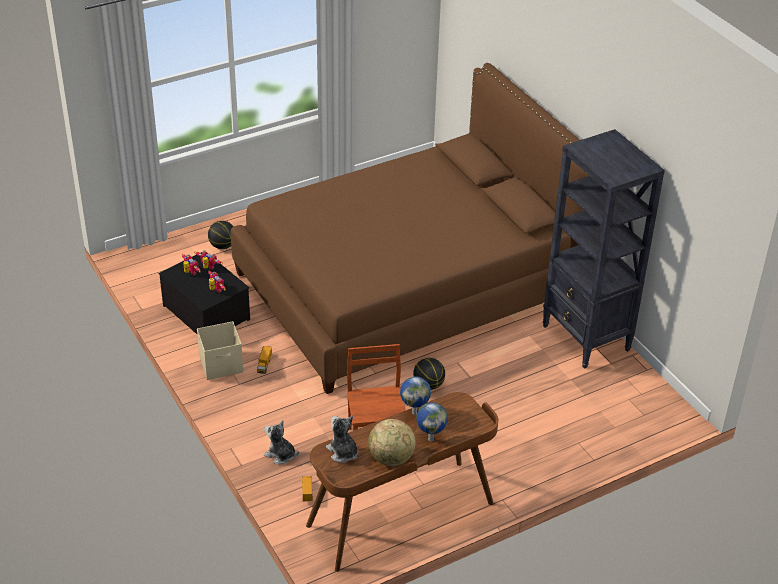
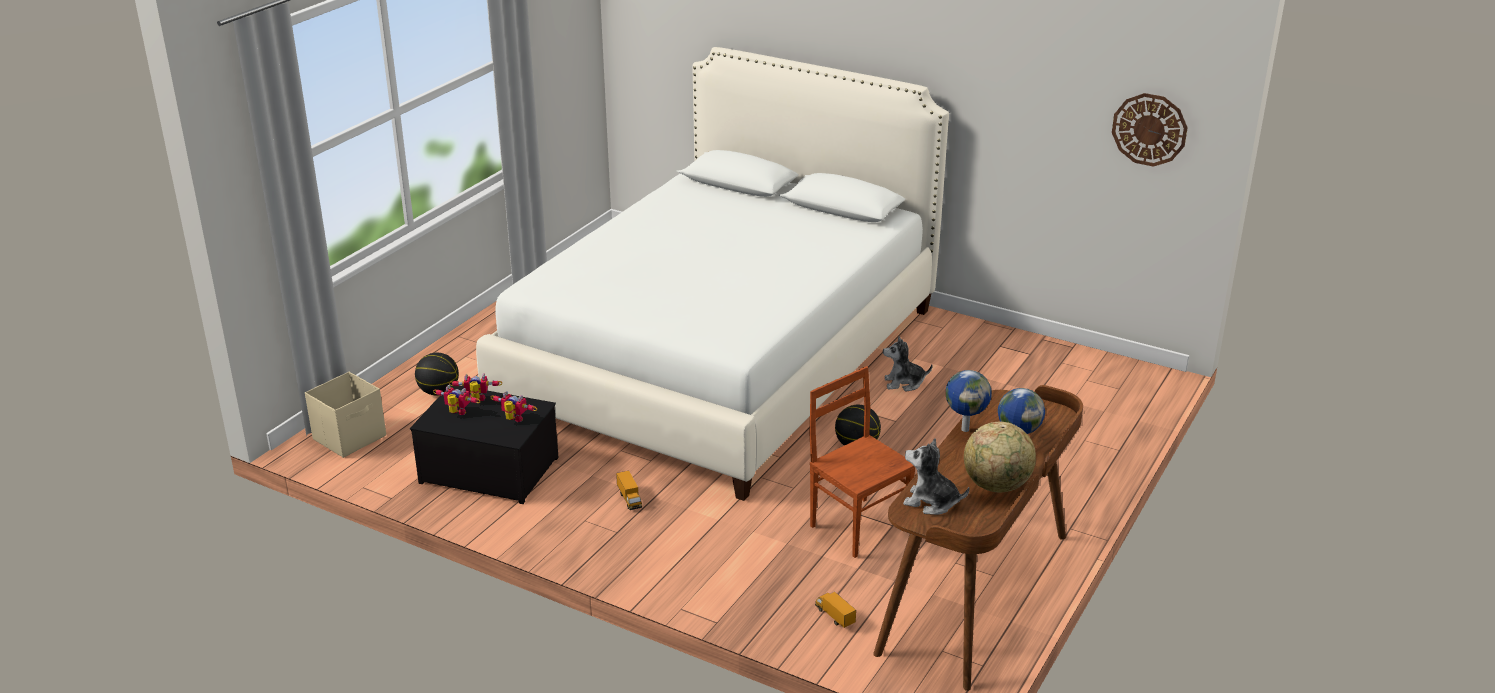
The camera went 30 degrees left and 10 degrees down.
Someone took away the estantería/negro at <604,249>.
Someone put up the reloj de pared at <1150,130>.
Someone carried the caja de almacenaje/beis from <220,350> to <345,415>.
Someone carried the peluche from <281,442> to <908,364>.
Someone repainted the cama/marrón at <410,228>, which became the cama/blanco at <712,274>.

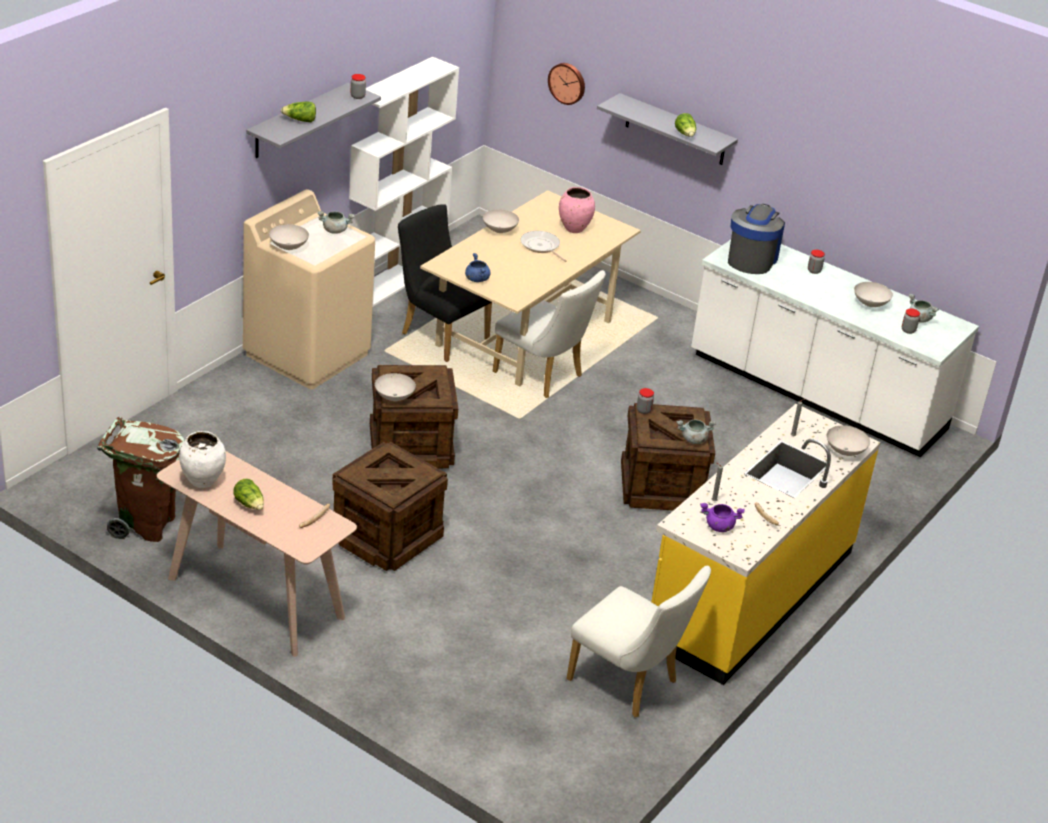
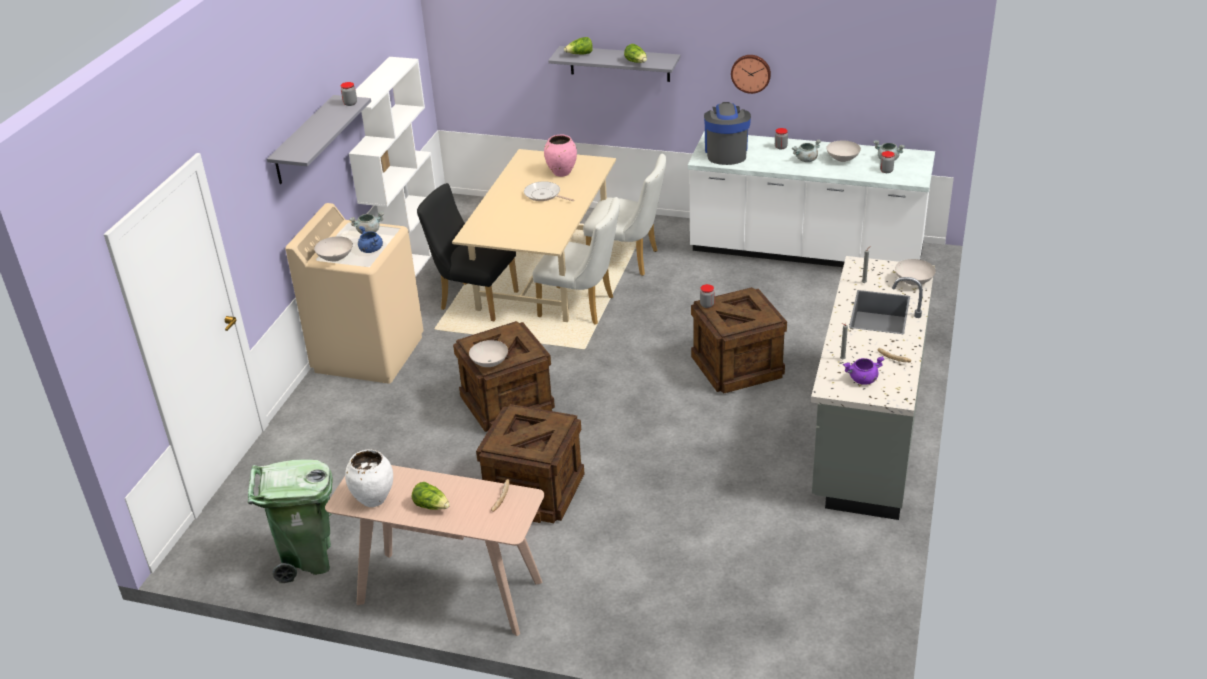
The camera went 15 degrees left and 0 degrees up.
Someone took away the cuenco/blanco at <501,221>.
Someone carried the lechuga from <298,112> to <578,46>.
Someone carried the olla/azul from <477,267> to <370,239>.
Someone carried the reloj de pared from <566,84> to <751,74>.
Someone carried the silla/blanco from <638,641> to <624,215>.
Someone carried the olla/gris from <696,431> to <806,150>.
Someone repainted the papelera/marrón at <141,479>, which became the papelera/verde at <290,521>.
Someone repainted the mueble bajo de cocina/amarillo at <766,544>, which became the mueble bajo de cocina/gris at <873,388>.

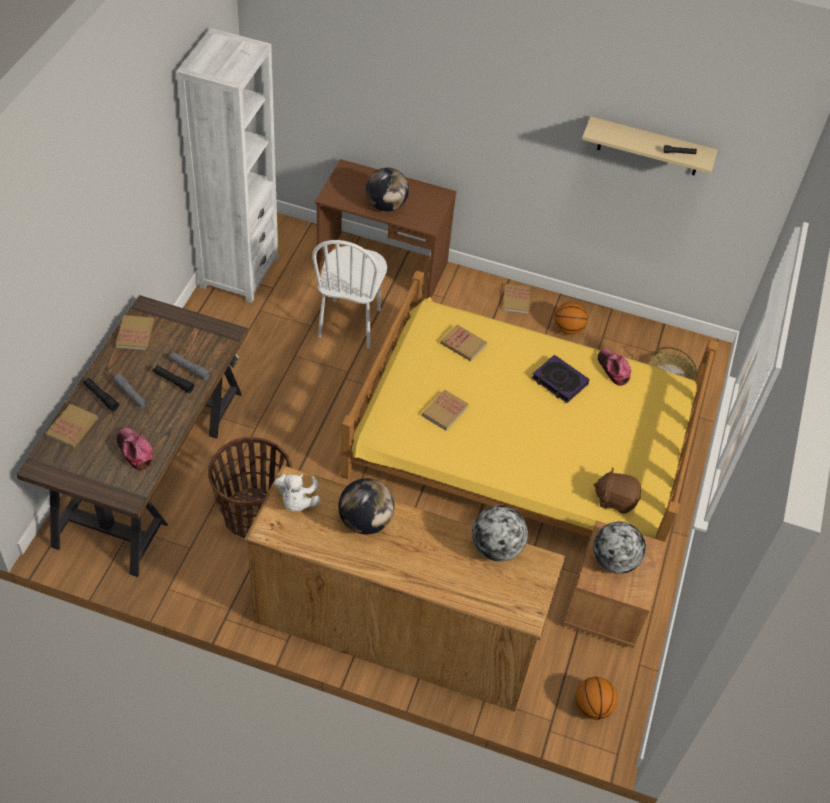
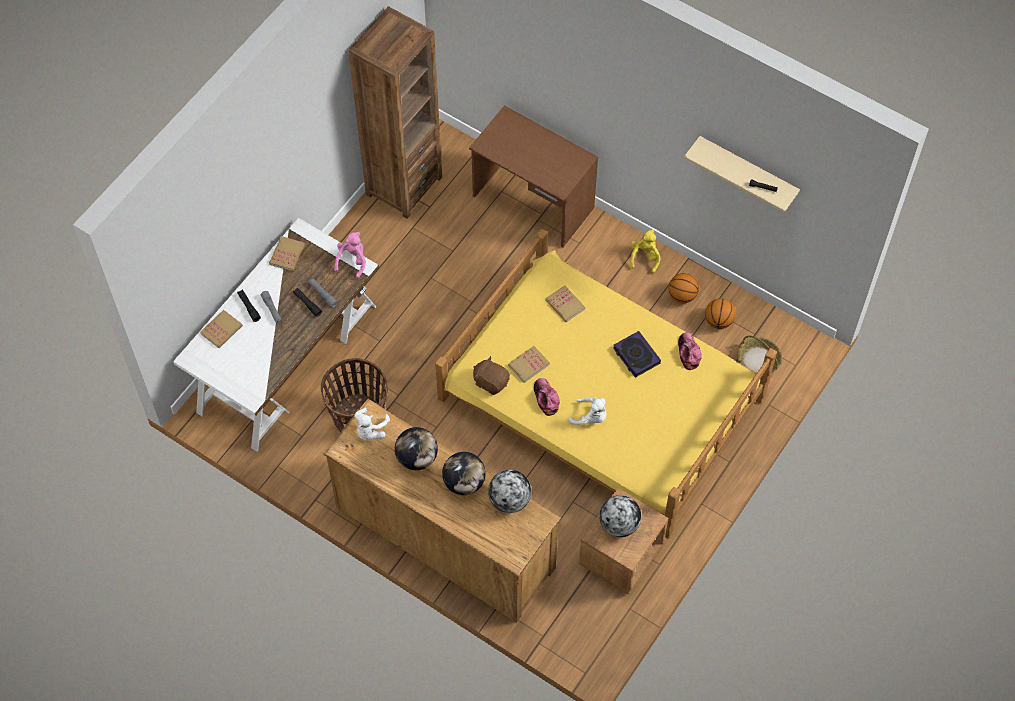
The camera went 20 degrees right and 10 degrees up.
Someone took away the silla/blanco at <349,294>.
Someone put down the peluche/rosa at <350,255>.
Someone put down the peluche/blanco at <587,411>.
Someone carried the gorra from <135,449> to <547,397>.
Someone carried the globo terráqueo from <387,189> to <464,473>.
Someone carried the balón de baloncesto from <596,698> to <720,314>.
Someone carried the peluche/marrón from <617,490> to <491,375>.
Someone swapped the libro at <517,299> for the peluche/amarillo at <645,252>.
Someone repainted the escritorio/marrón at <132,436>, which became the escritorio/blanco at <276,334>.
Someone repainted the estantería/blanco at <227,165>, which became the estantería/marrón at <395,112>.

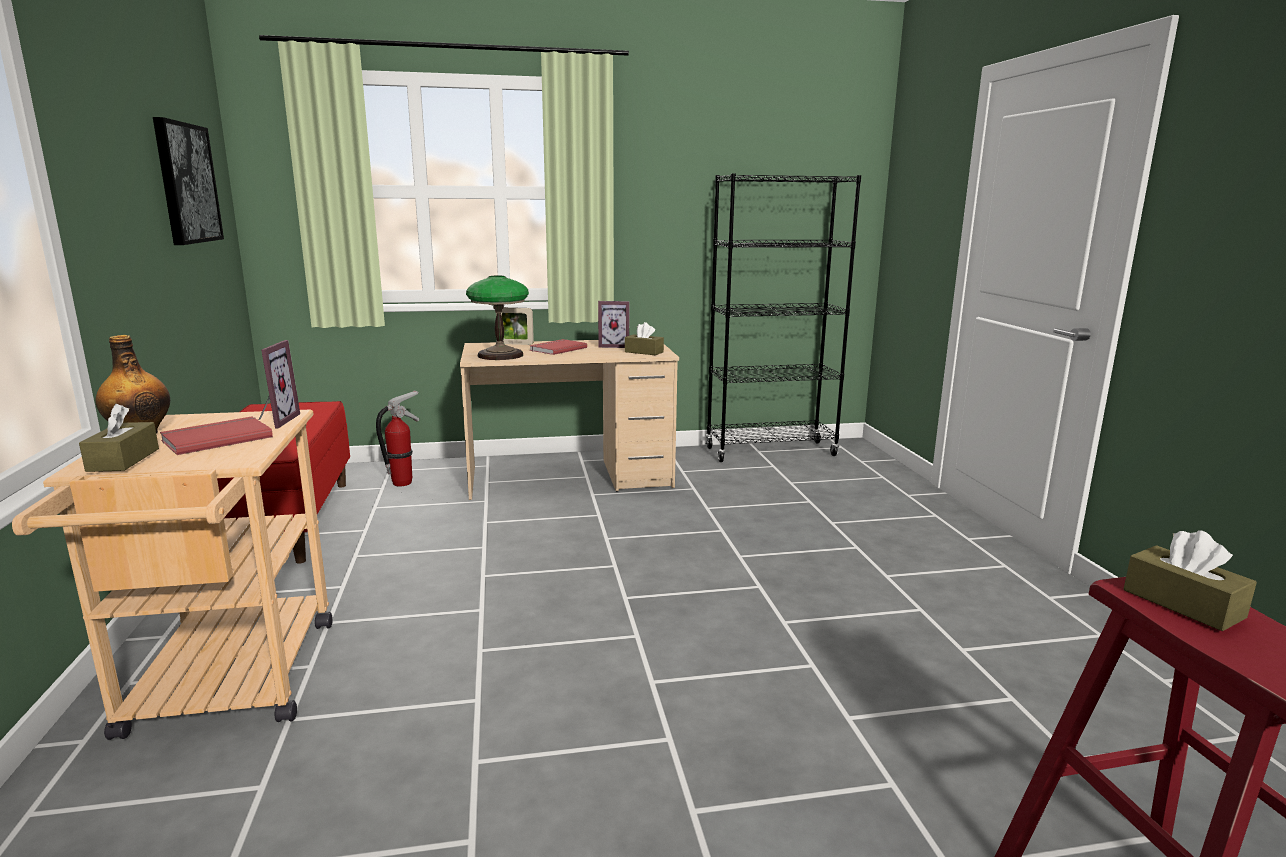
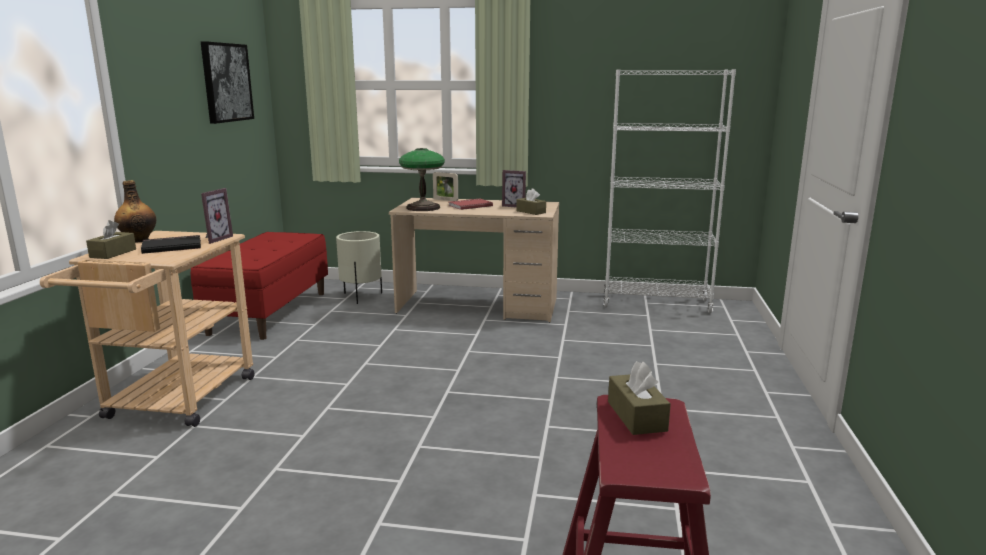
The camera went 20 degrees right and 0 degrees up.
Someone swapped the extintor at <397,438> for the maceta/beis at <359,267>.
Someone repainted the libro/rojo at <216,435>, which became the libro/negro at <171,244>.
Someone repainted the estantería/negro at <783,317>, which became the estantería/blanco at <669,191>.

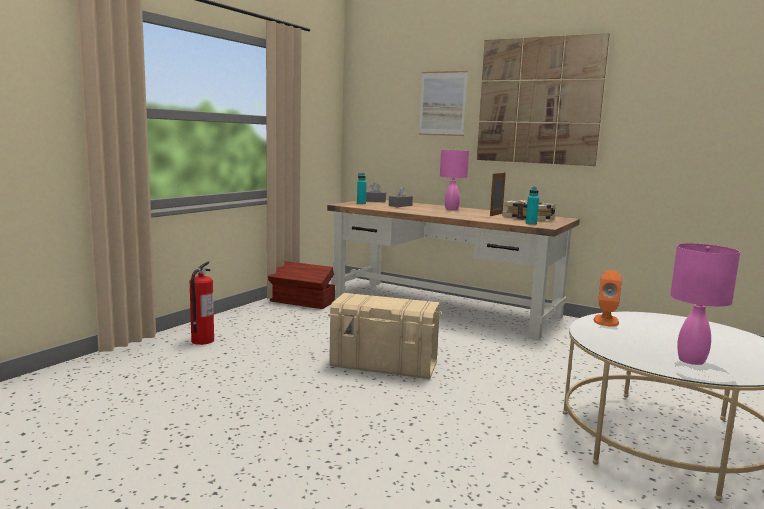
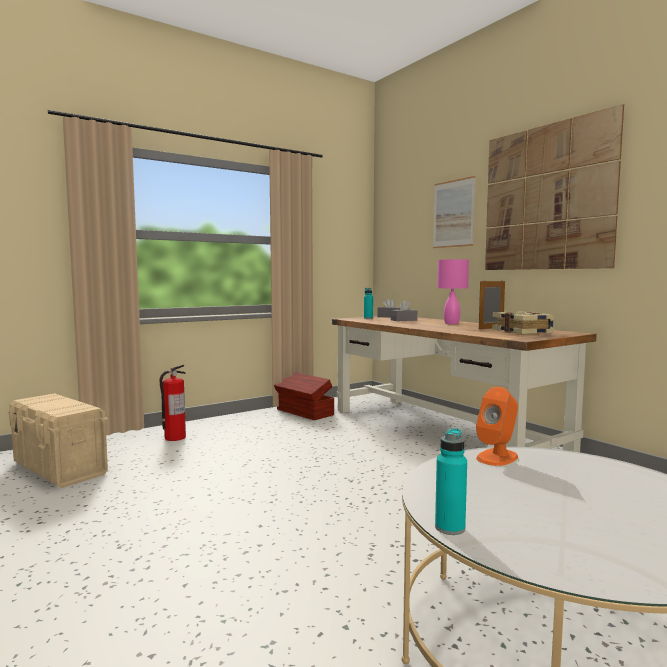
The camera went 25 degrees right and 5 degrees down.
Someone took away the lámpara de mesa/rosa at <705,304>.
Someone carried the caja de almacenaje/beis from <385,336> to <57,440>.
Someone carried the botella/turquesa from <532,206> to <451,481>.

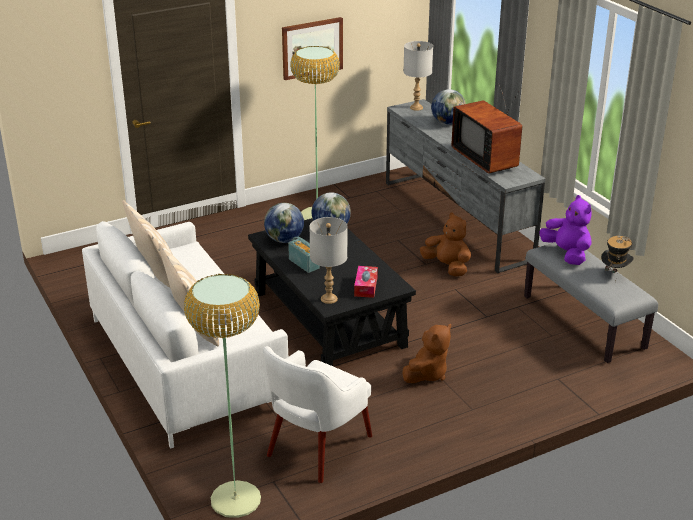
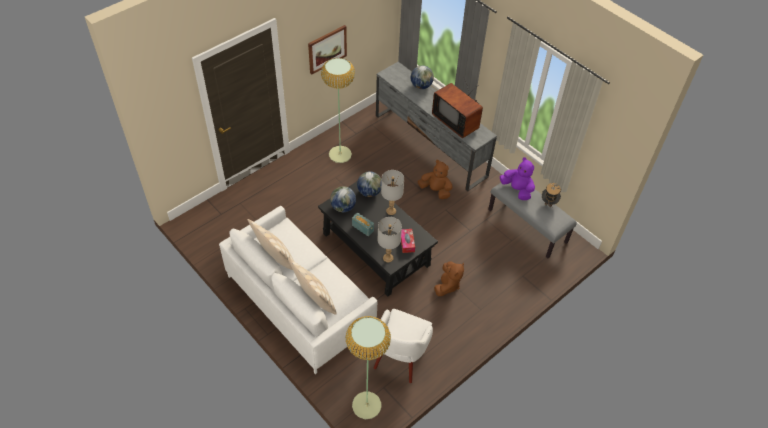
The camera went 15 degrees left and 20 degrees up.
Someone carried the lámpara de mesa/gris from <418,76> to <392,192>.

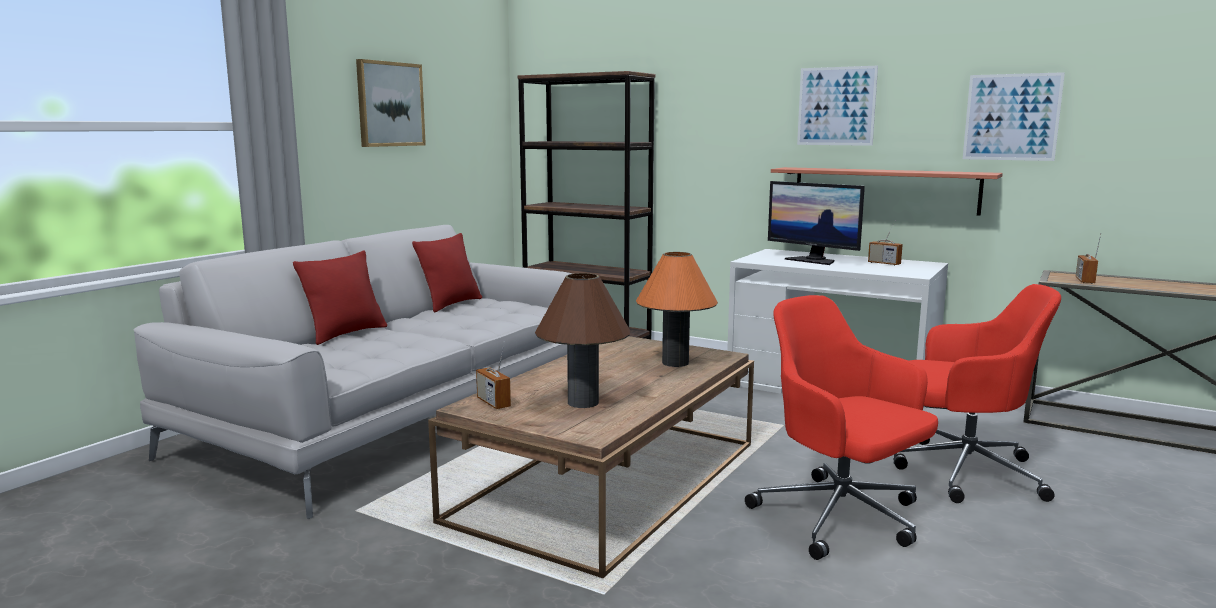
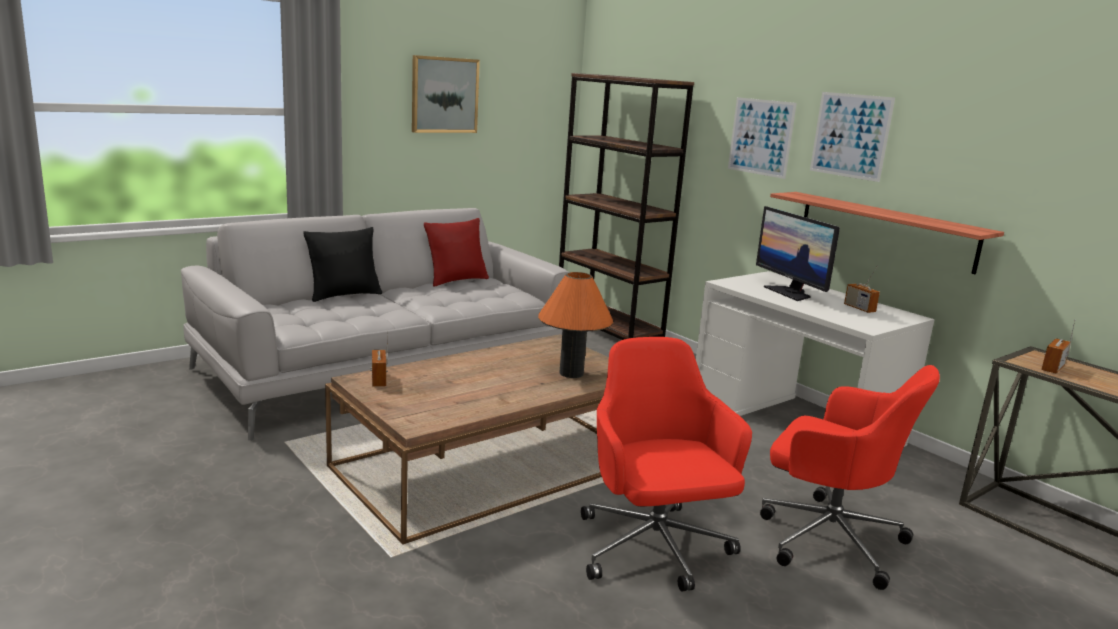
The camera went 20 degrees right and 5 degrees up.
Someone took away the lámpara de mesa/marrón at <582,340>.
Someone carried the cuadro from <1014,116> to <762,138>.
Someone repainted the cojín/rojo at <340,297>, which became the cojín/negro at <343,264>.

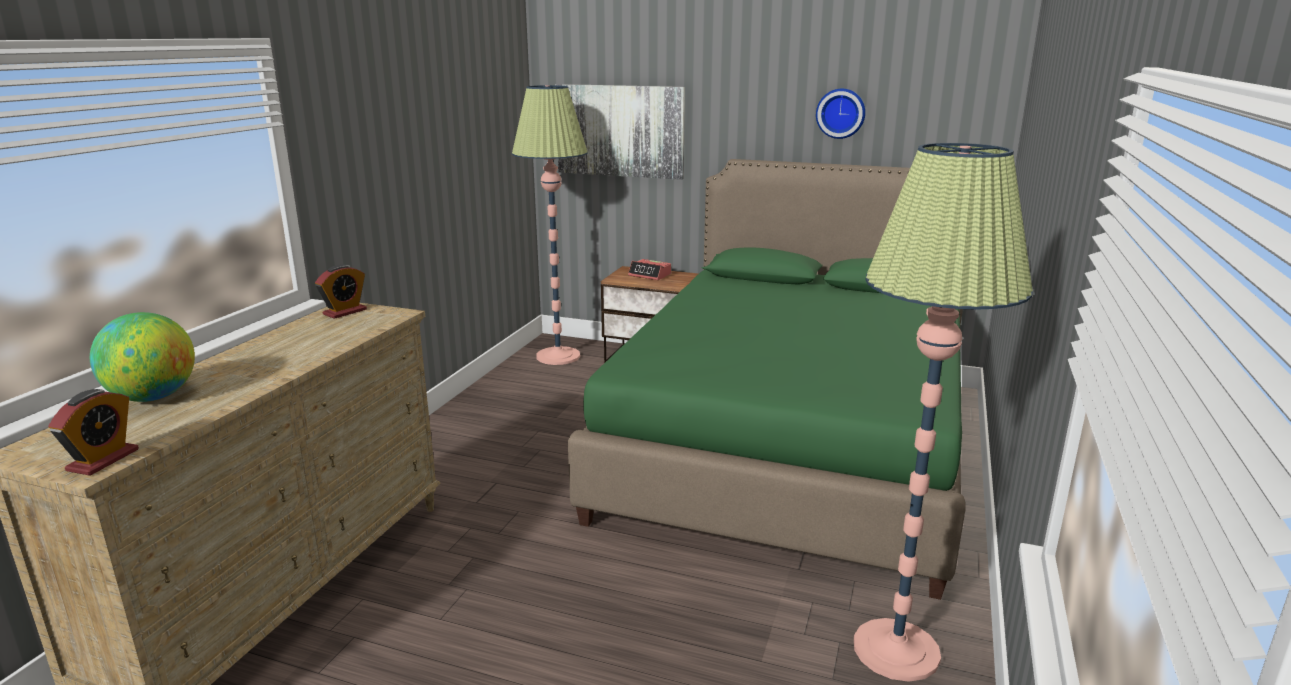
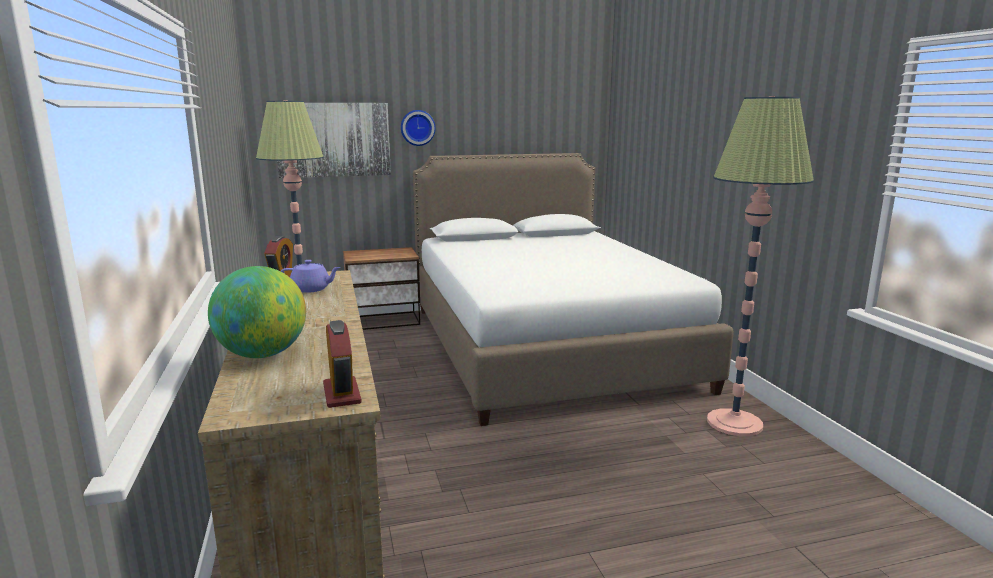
The camera went 35 degrees left and 5 degrees down.
Someone took away the despertador at <649,269>.
Someone put down the tetera/morado at <310,276>.
Someone carried the reloj de pared from <840,114> to <418,128>.
Someone repainted the cama/verde at <767,379>, which became the cama/blanco at <573,289>.

